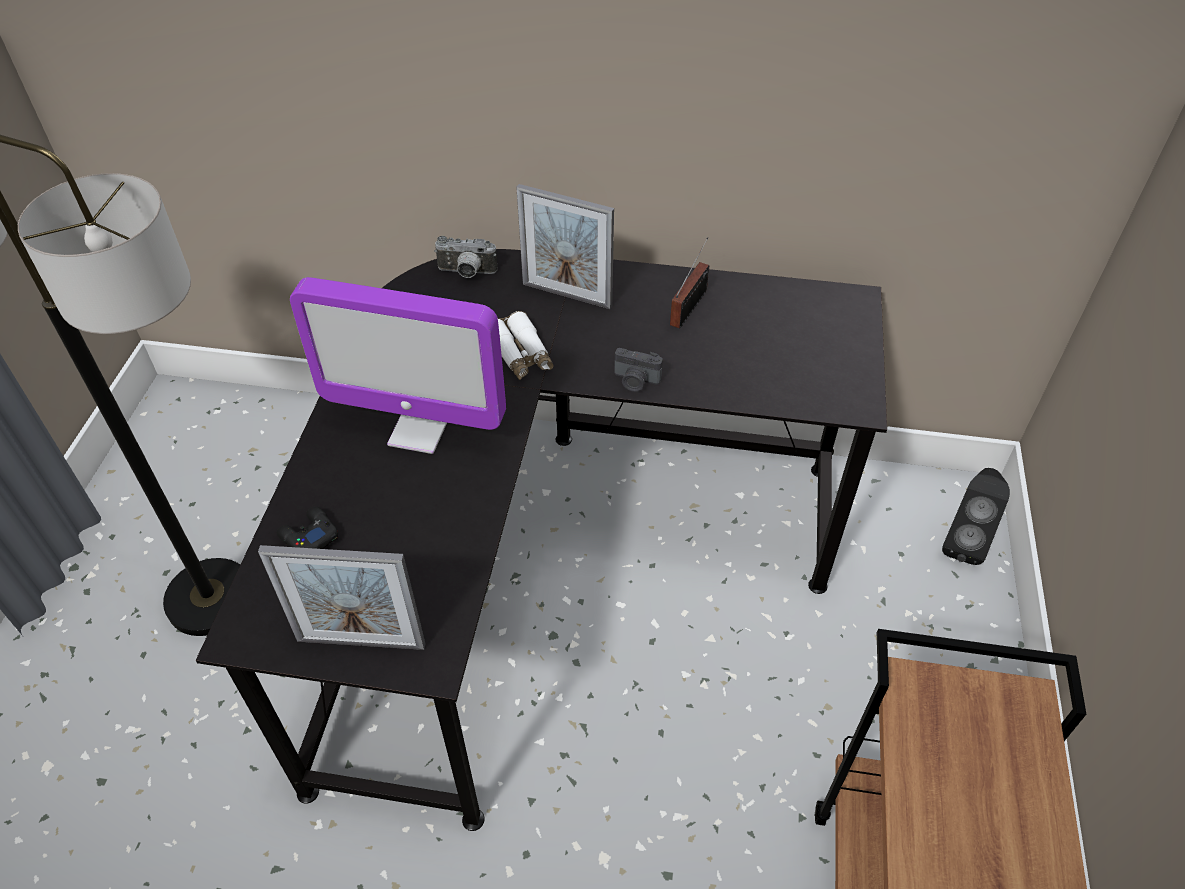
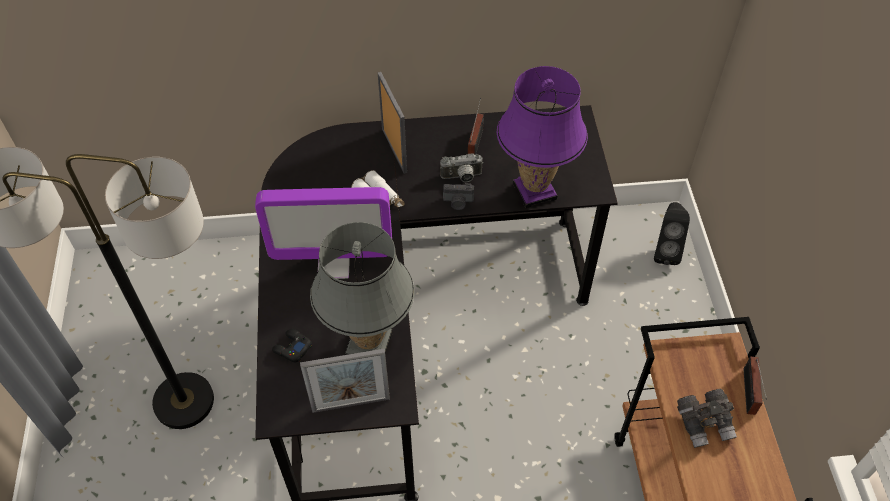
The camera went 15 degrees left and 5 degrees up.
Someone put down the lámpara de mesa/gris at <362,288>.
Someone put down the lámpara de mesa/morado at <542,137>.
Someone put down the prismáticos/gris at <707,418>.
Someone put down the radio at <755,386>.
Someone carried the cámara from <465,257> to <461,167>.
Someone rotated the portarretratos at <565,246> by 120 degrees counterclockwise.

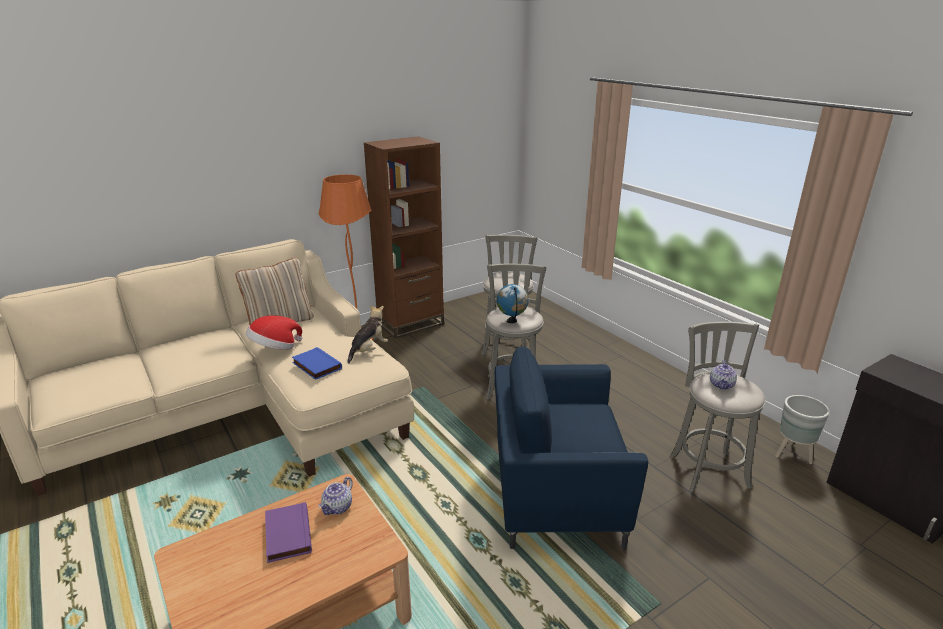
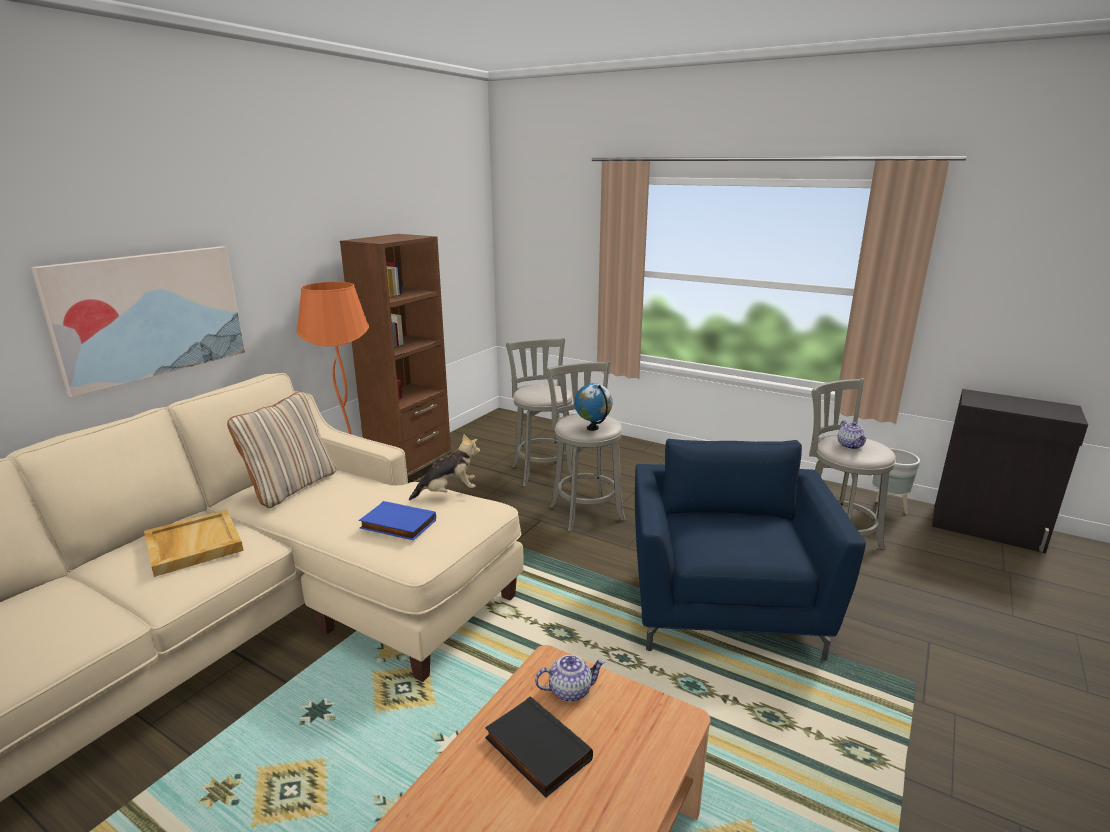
The camera went 25 degrees left and 5 degrees down.
Someone took away the sombrero at <274,332>.
Someone put up the cuadro at <138,321>.
Someone put down the bandeja/beis at <194,543>.
Someone repainted the libro/morado at <288,532>, which became the libro/negro at <539,747>.
Someone rotated the tetera at <336,496> by 105 degrees counterclockwise.
Someone rotated the peluche at <368,334> by 60 degrees clockwise.
Someone rotated the sillón/azul at <571,448> by 120 degrees clockwise.

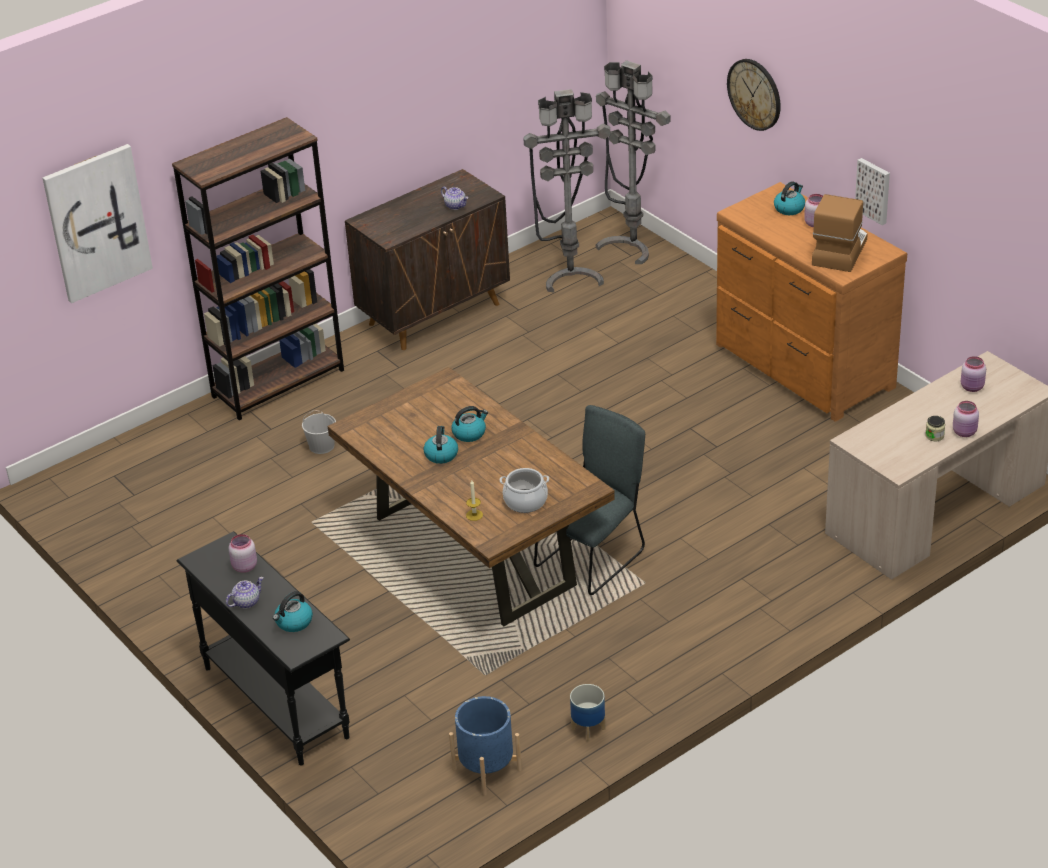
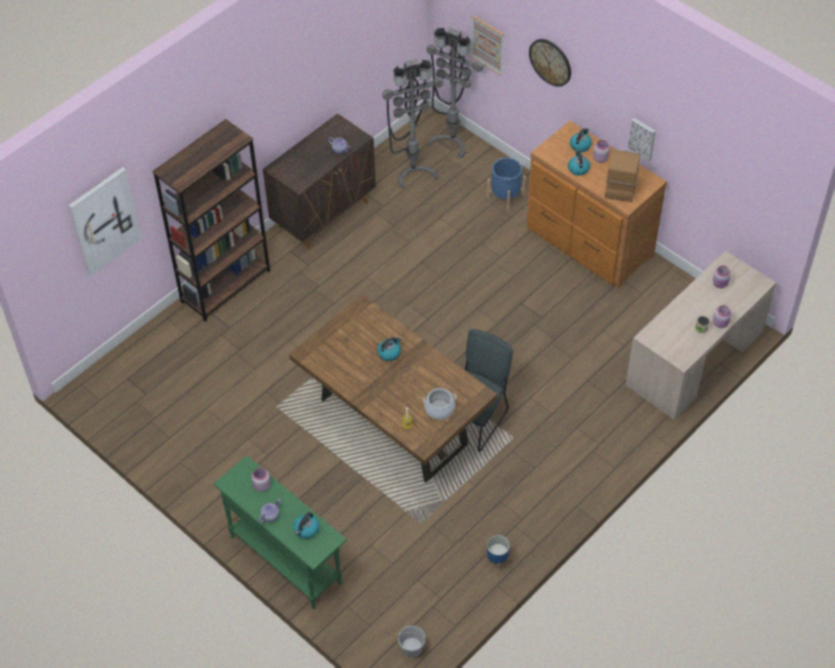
The camera went 10 degrees left and 15 degrees up.
Someone put up the cuadro at <487,45>.
Someone carried the cubo/blanco from <319,432> to <412,642>.
Someone carried the hervidor from <441,445> to <579,163>.
Someone carried the maceta/azul from <485,745> to <506,184>.
Someone repainted the mesa consola/negro at <263,648>, which became the mesa consola/verde at <280,532>.

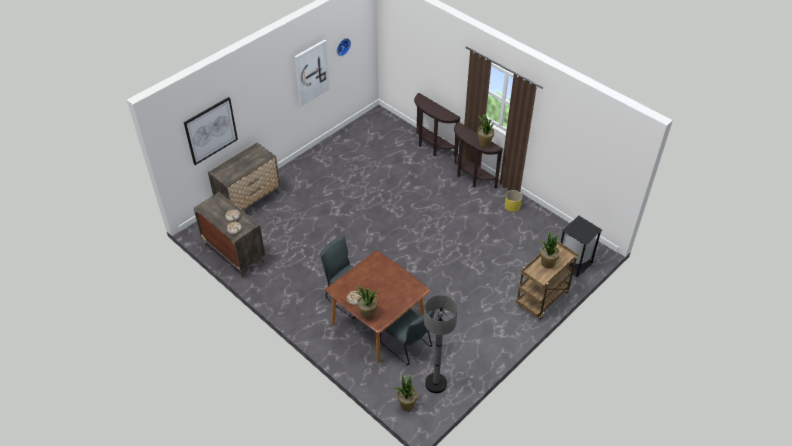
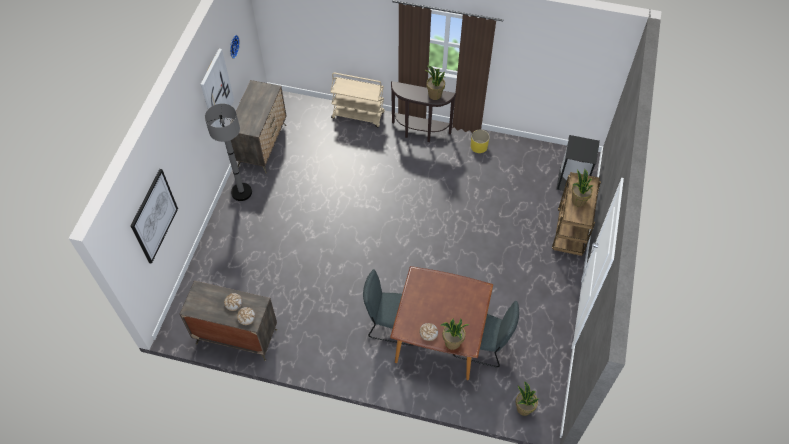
The camera went 30 degrees left and 10 degrees up.
Someone carried the cómoda from <244,177> to <258,126>.
Someone carried the lámpara de pie/gris from <441,344> to <228,152>.
Someone swapped the mesa consola/marrón at <437,125> for the carrito/beis at <358,99>.

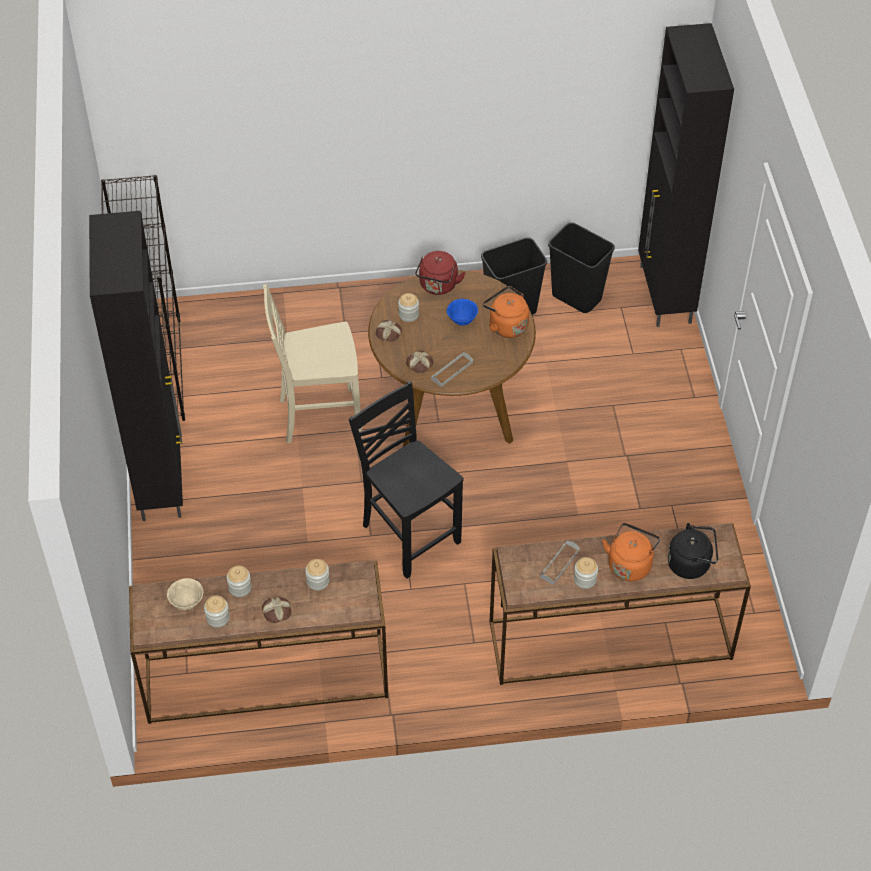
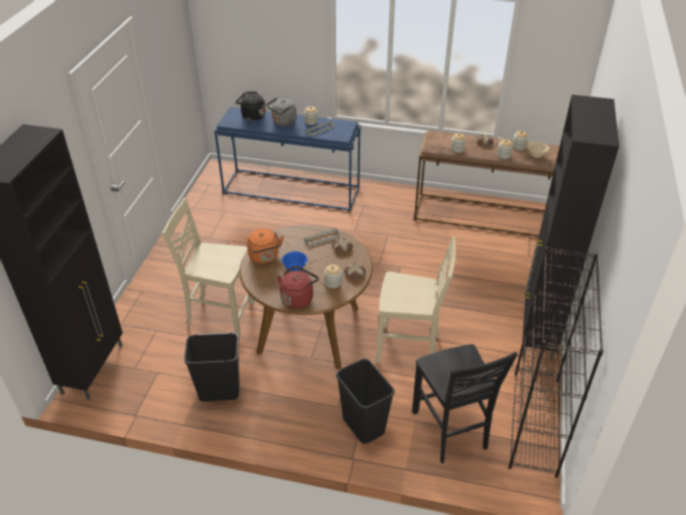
The camera went 160 degrees left and 10 degrees down.
Someone put down the silla/beis at <208,267>.
Someone carried the silla/negro from <406,480> to <465,403>.
Someone carried the papelera/negro from <581,267> to <365,401>.
Someone repainted the mesa consola/marrón at <620,604>, which became the mesa consola/azul at <287,159>.
Someone repainted the hervidor/naranja at <631,552>, which became the hervidor/gris at <281,112>.

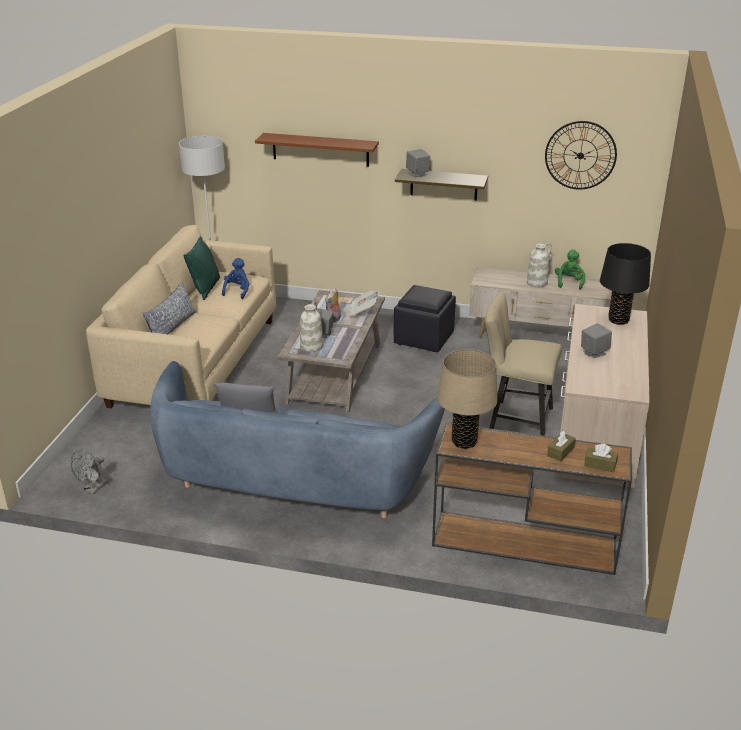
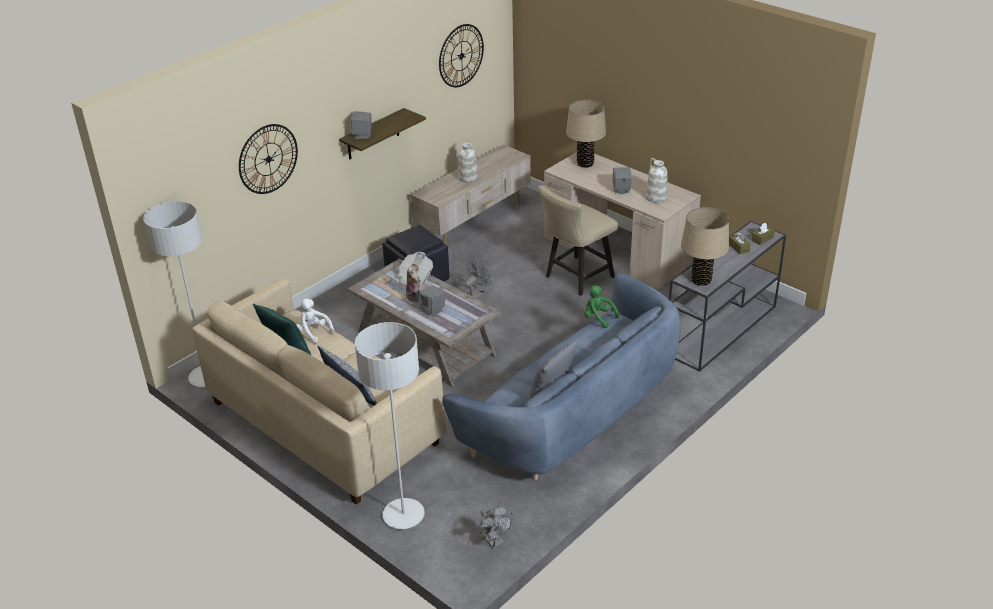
The camera went 60 degrees left and 5 degrees up.
Someone put down the lámpara de pie/gris at <390,425>.
Someone put down the ventilador/gris at <477,280>.
Someone carried the florero/blanco from <311,326> to <656,180>.
Someone carried the peluche/verde from <570,269> to <602,306>.
Someone swapped the estante/marrón at <317,150> for the reloj de pared at <268,159>.
Someone repainted the peluche/azul at <235,278>, which became the peluche/blanco at <315,321>.
Someone repainted the mesa consola/marrón at <532,499>, which became the mesa consola/gris at <727,296>.
Someone repainted the lámpara de mesa/negro at <625,284>, which became the lámpara de mesa/beis at <586,134>.

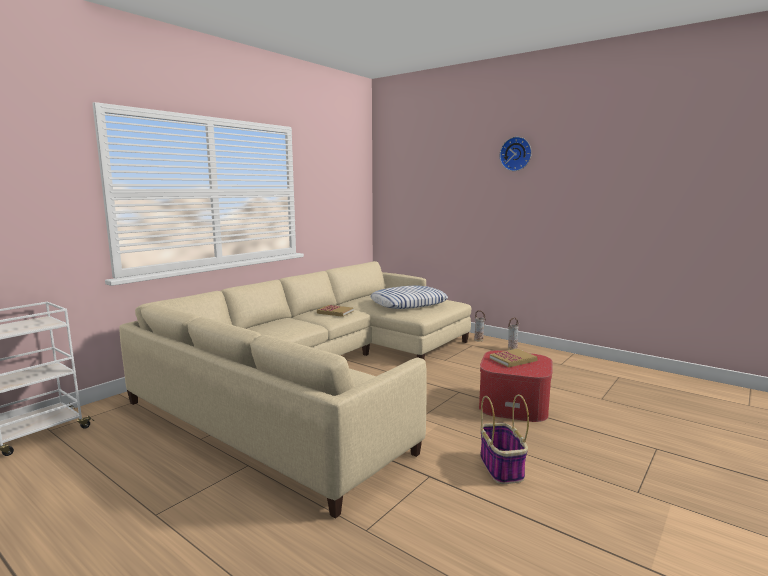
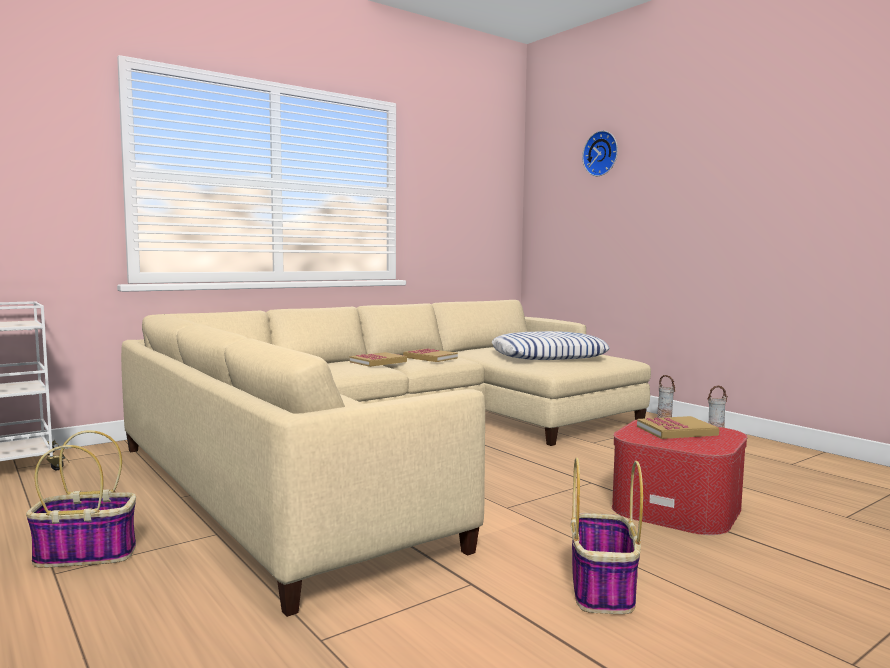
The camera went 15 degrees right and 5 degrees down.
Someone put down the cesta at <81,499>.
Someone put down the libro at <378,359>.
Someone carried the reloj de pared from <516,154> to <600,153>.

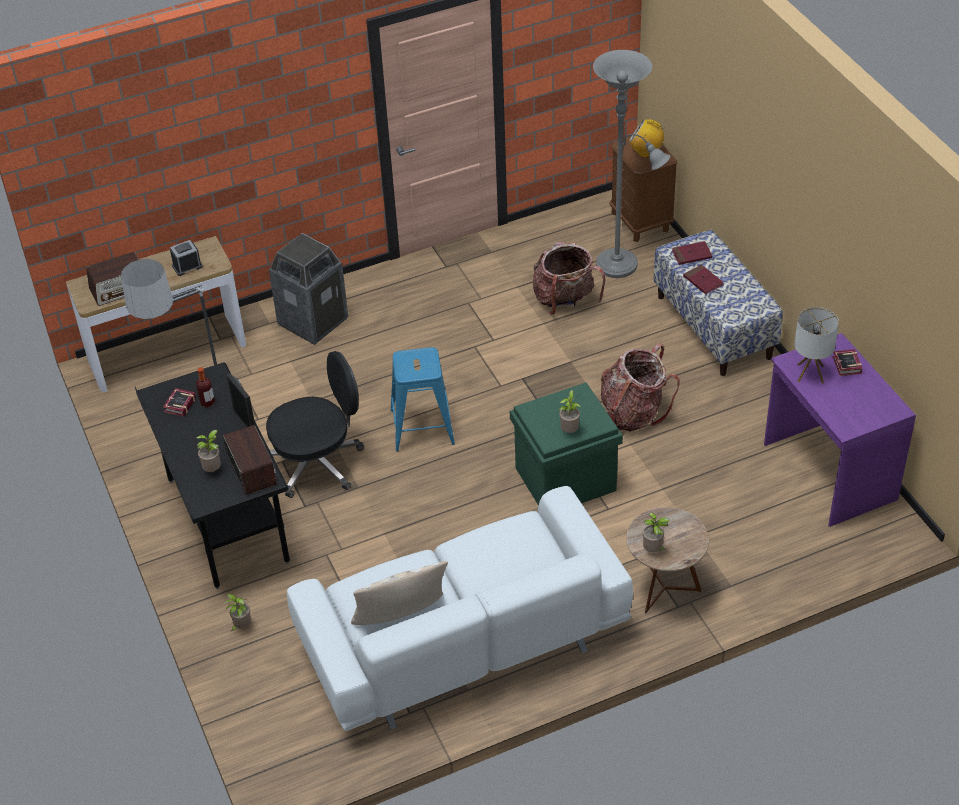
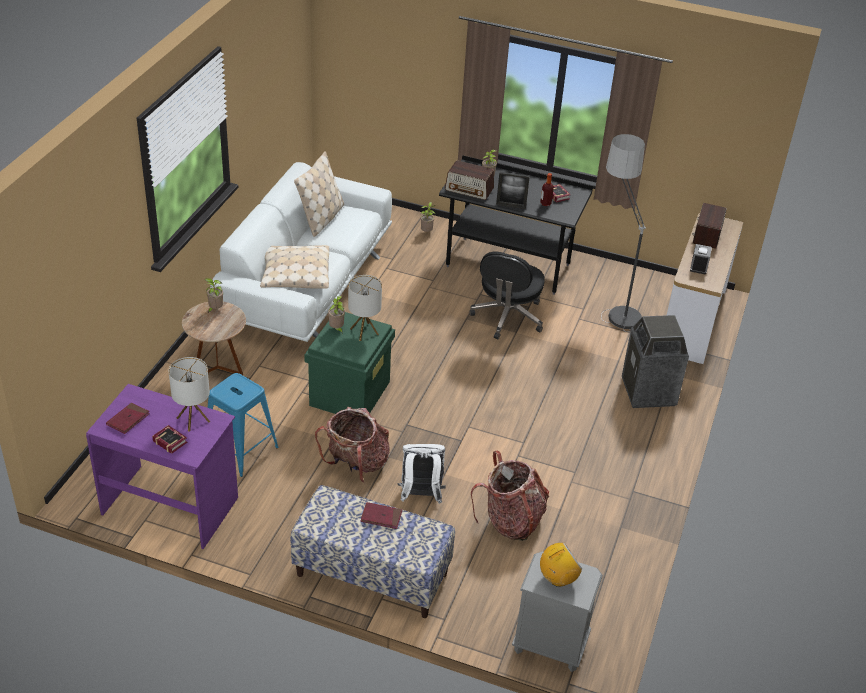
The camera went 130 degrees right and 5 degrees down.
Someone took away the lámpara de pie/gris at <631,164>.
Someone put down the cojín/beis at <294,267>.
Someone put down the lámpara de mesa at <365,308>.
Someone put down the mochila/blanco at <421,474>.
Someone carried the taburete/azul from <422,399> to <243,425>.
Someone carried the libro/rojo from <692,253> to <128,418>.
Someone repainted the mesita de noche/marrón at <643,189>, which became the mesita de noche/gris at <557,611>.

